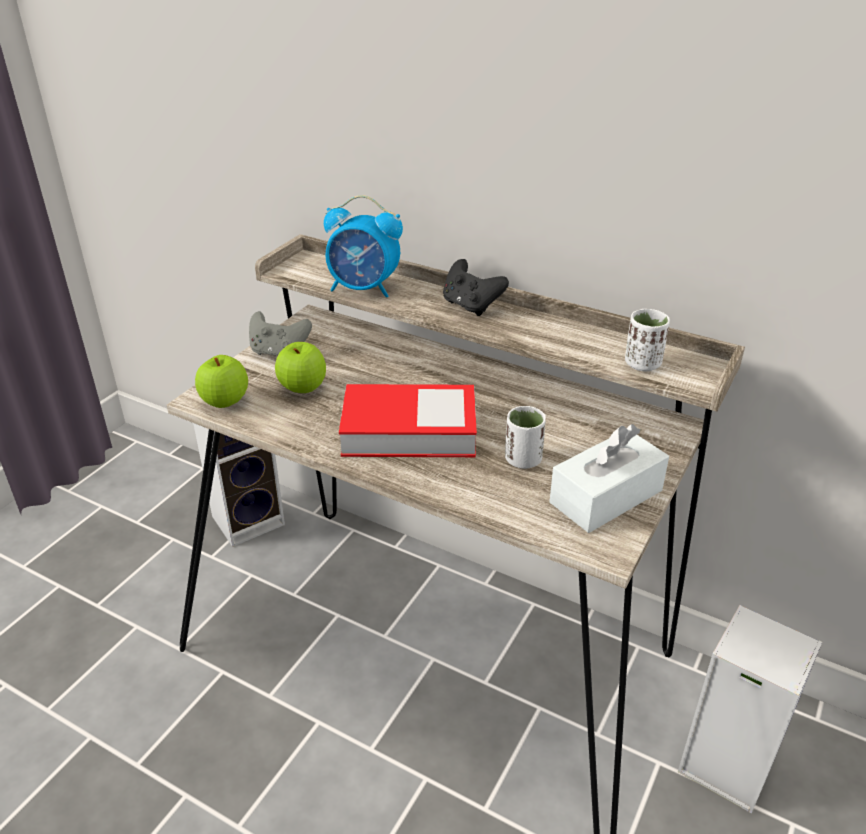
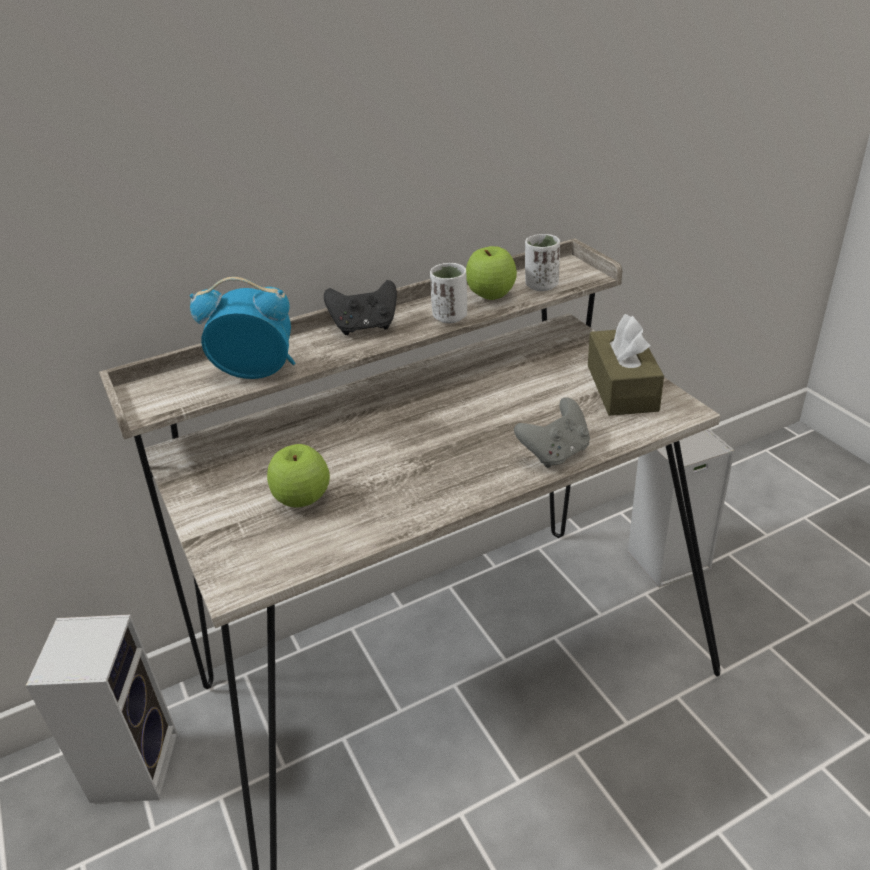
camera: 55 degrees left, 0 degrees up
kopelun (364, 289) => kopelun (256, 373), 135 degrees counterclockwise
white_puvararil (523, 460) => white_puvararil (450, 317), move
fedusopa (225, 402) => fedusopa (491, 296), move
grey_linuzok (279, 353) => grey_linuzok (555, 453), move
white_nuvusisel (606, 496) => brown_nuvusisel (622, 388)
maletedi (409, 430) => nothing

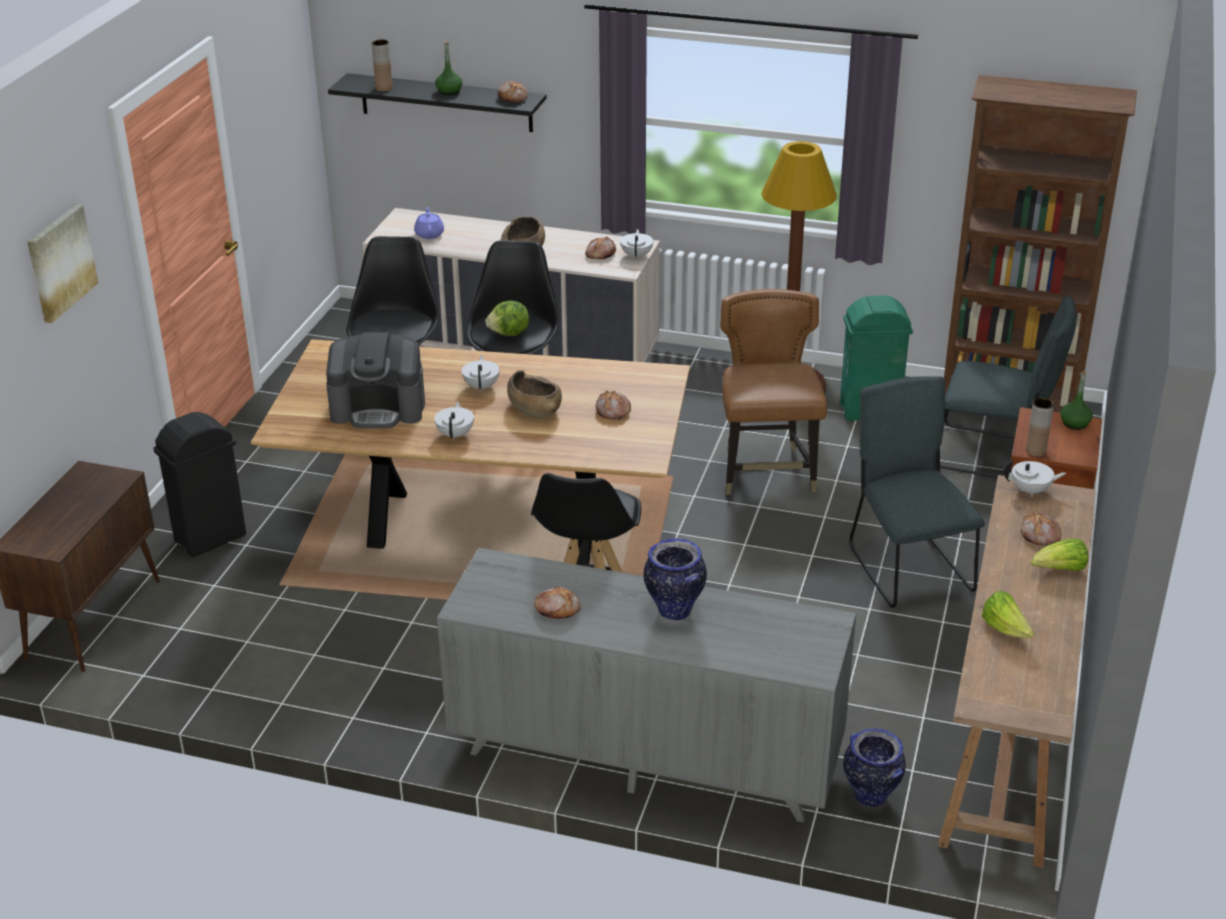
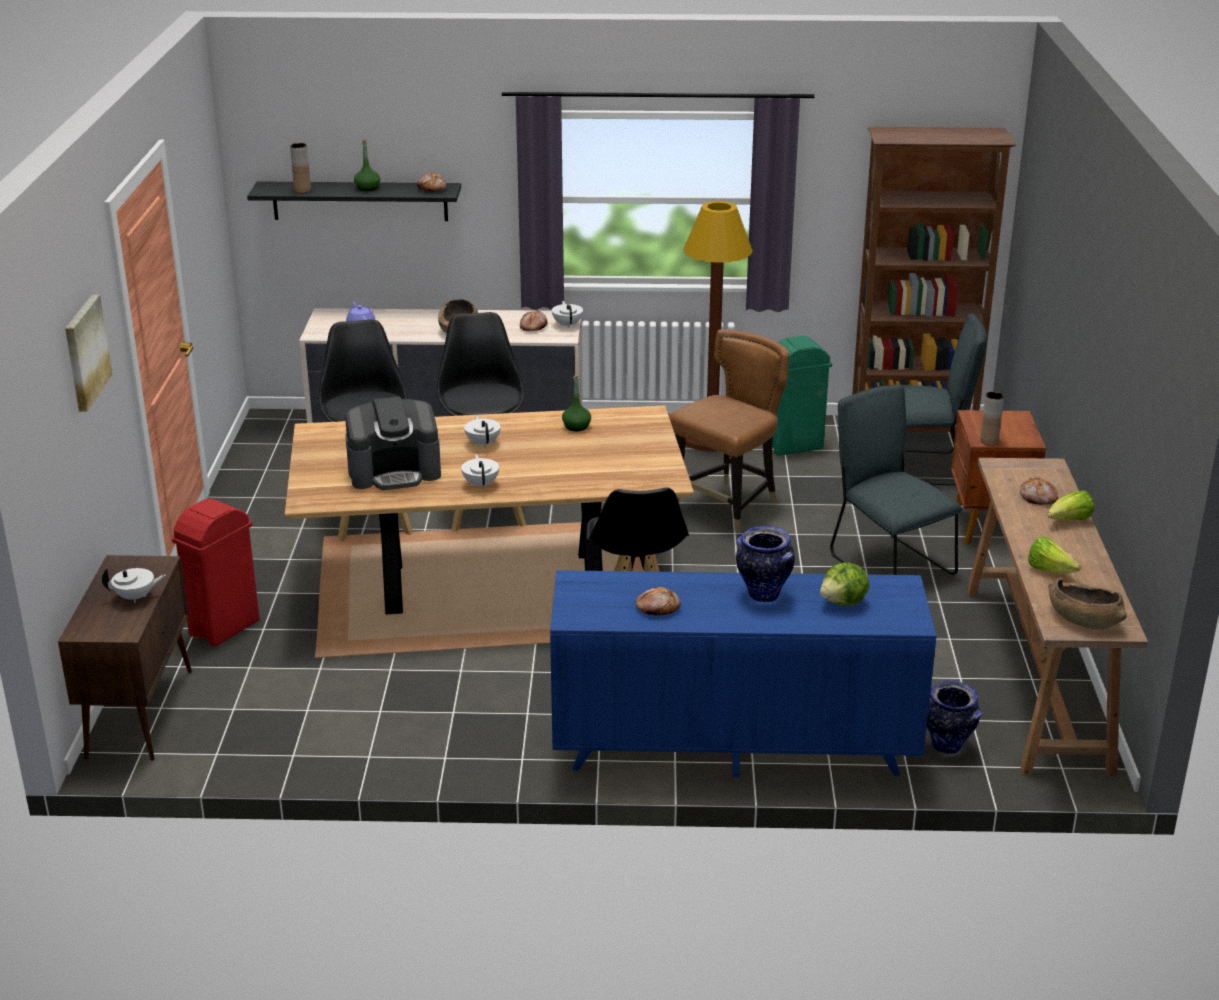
camera: 15 degrees left, 5 degrees down
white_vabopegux (1031, 491) => white_vabopegux (136, 597), move
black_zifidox (211, 538) => red_zifidox (225, 627)
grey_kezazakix (644, 754) => blue_kezazakix (733, 745)
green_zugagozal (1074, 423) => green_zugagozal (576, 426), move
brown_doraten (766, 472) => brown_doraten (727, 505), 60 degrees clockwise
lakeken (509, 334) => lakeken (844, 602), move
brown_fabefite (534, 408) => brown_fabefite (1083, 618), move
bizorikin (612, 411) => nothing

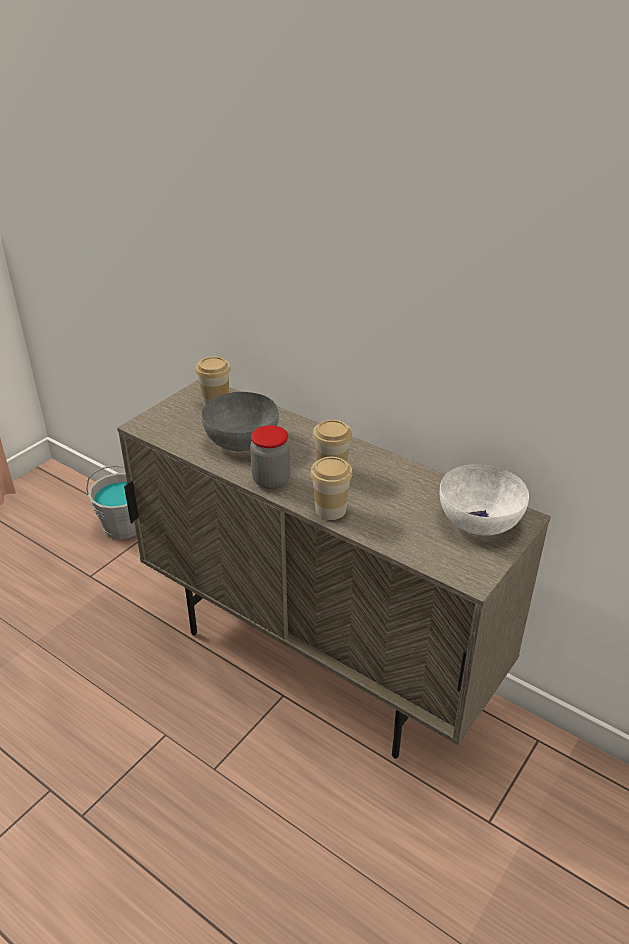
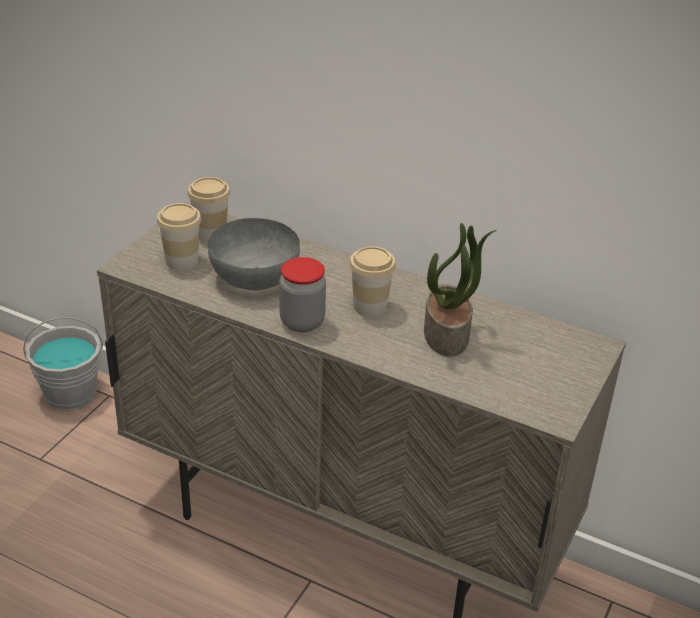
camera: 10 degrees left, 0 degrees up
puvararil (330, 510) => puvararil (182, 261), move
nothing => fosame (447, 334)
white_fabefite (478, 520) => nothing

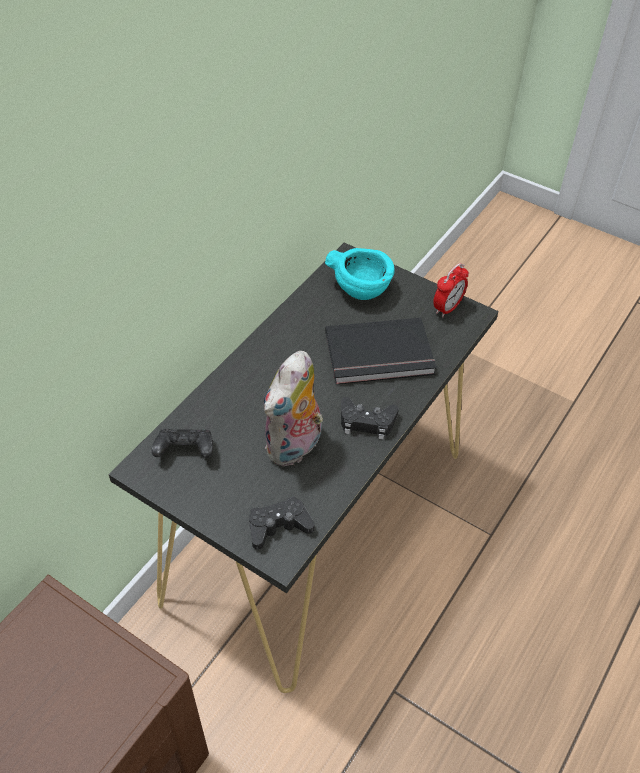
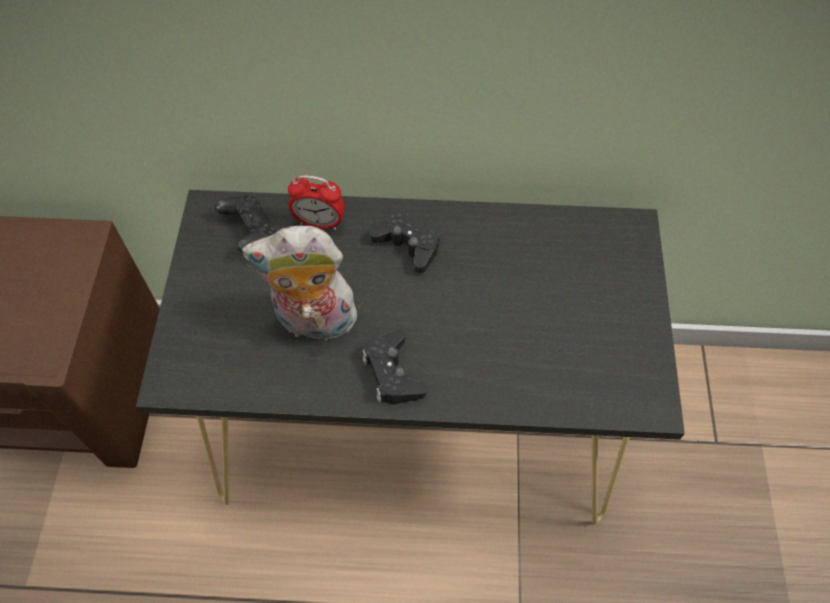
camera: 60 degrees right, 10 degrees up
kopelun (447, 308) => kopelun (319, 223), move
black_linuzok (278, 526) => black_linuzok (407, 245), move
turquoise_fabefite (362, 288) => nothing
black_maletedi (380, 356) => nothing

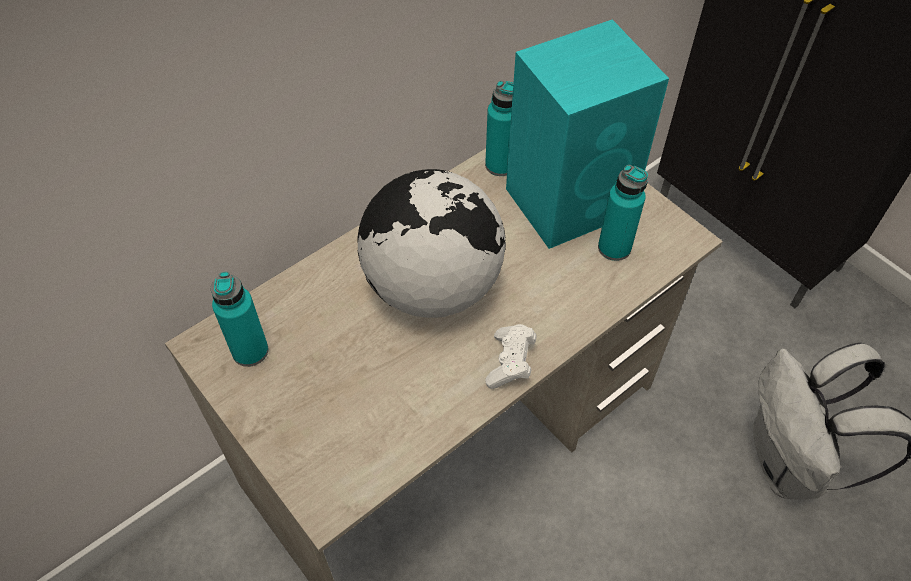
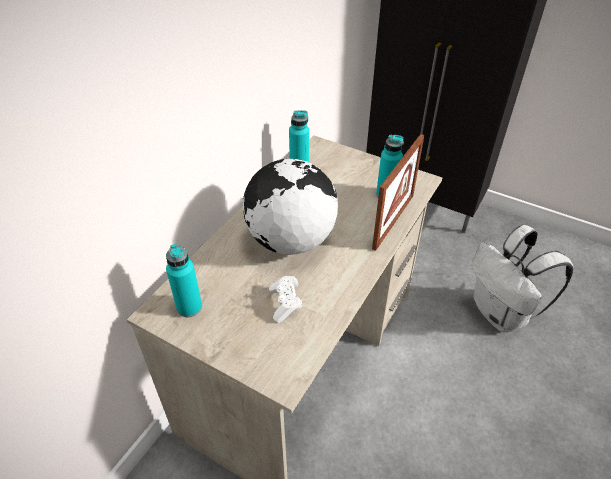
camera: 20 degrees left, 10 degrees down
white_linuzok (510, 363) => white_linuzok (285, 304), move
nothing => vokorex (393, 221)
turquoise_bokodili (571, 200) => nothing

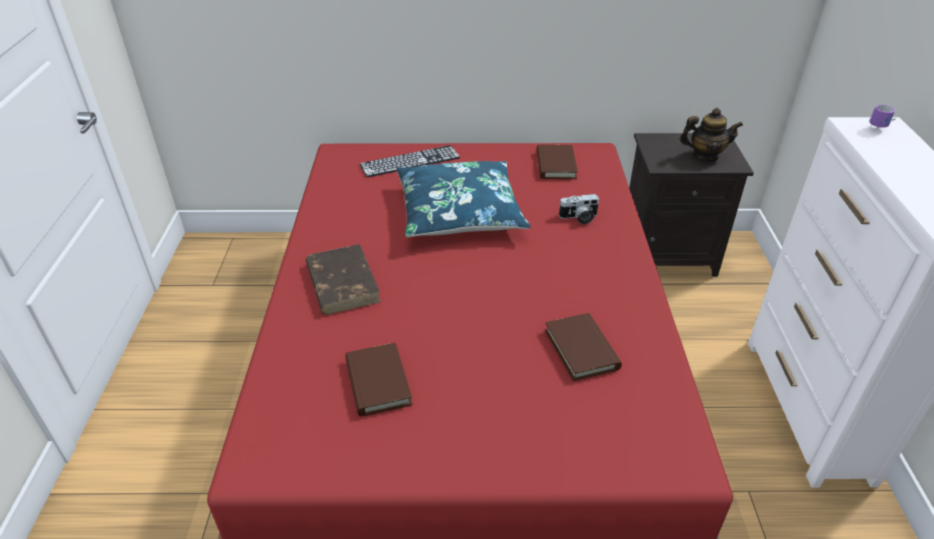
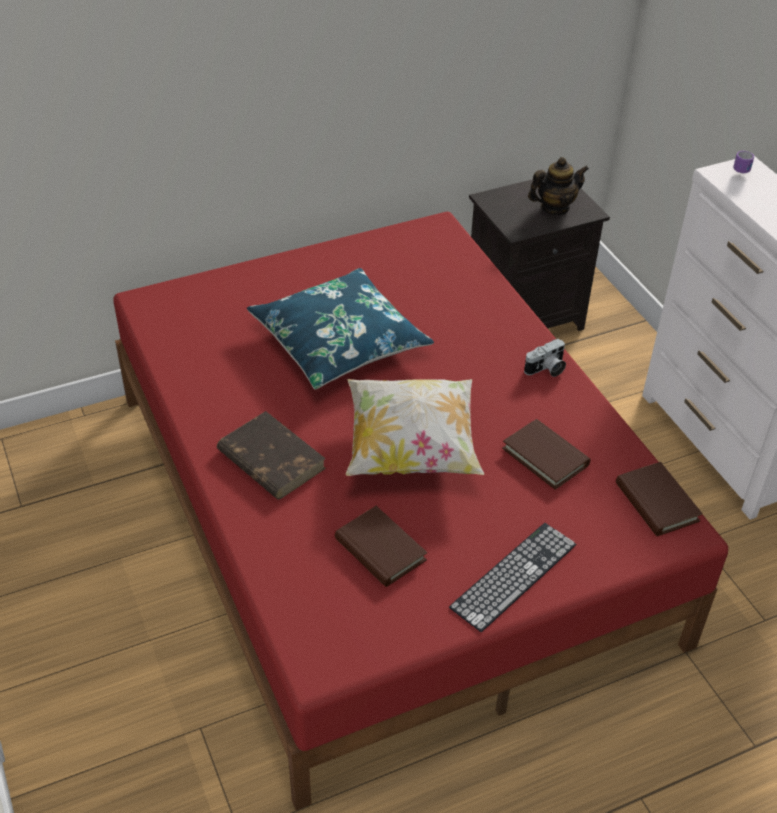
camera: 25 degrees left, 5 degrees up
nothing => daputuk (411, 449)
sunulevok (410, 161) => sunulevok (514, 575), move
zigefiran (579, 218) => zigefiran (546, 369), move
brown_maletedi (556, 165) => brown_maletedi (656, 502), move

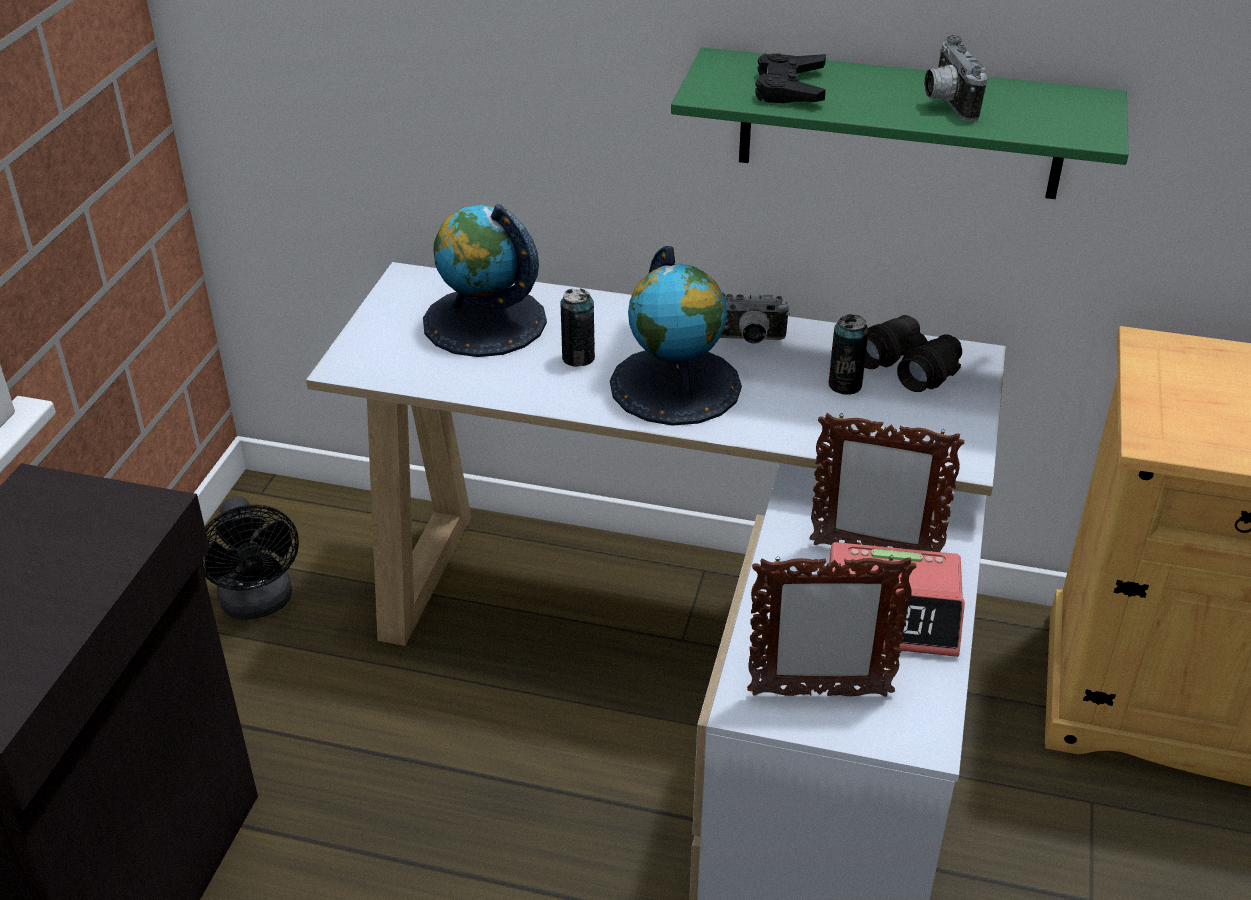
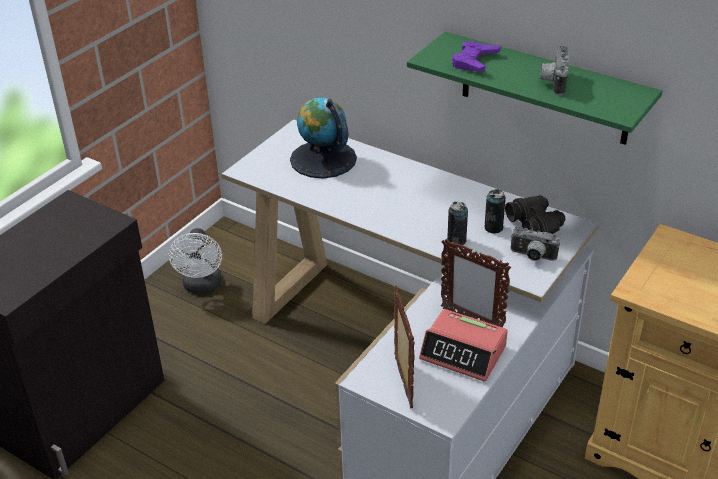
camera: 20 degrees right, 0 degrees up
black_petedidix (259, 604) => white_petedidix (202, 287)
vokorex (818, 694) => vokorex (402, 383), 120 degrees counterclockwise
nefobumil (578, 358) => nefobumil (456, 240), move
black_linuzok (789, 87) => purple_linuzok (474, 61)
zigefiran (747, 340) => zigefiran (532, 257), move
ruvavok (676, 385) => nothing

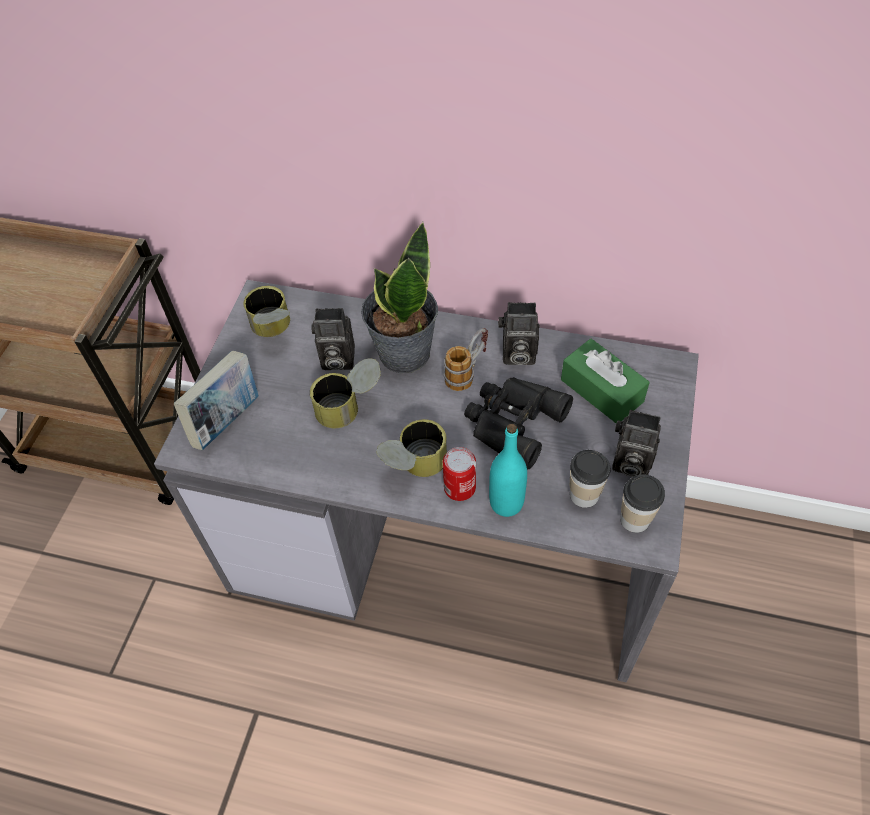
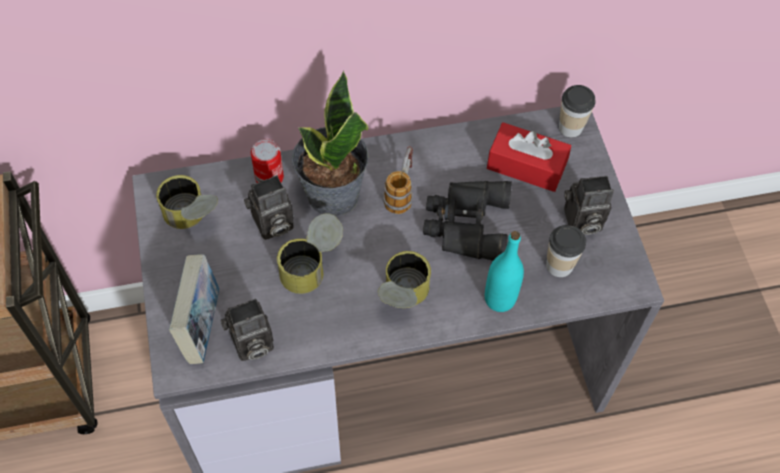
camera: 30 degrees left, 5 degrees up
zigefiran (516, 354) => zigefiran (250, 345), move
nefobumil (459, 487) => nefobumil (269, 177), move
green_nuvusisel (601, 390) => red_nuvusisel (526, 166)
puvararil (635, 519) => puvararil (570, 127), move

